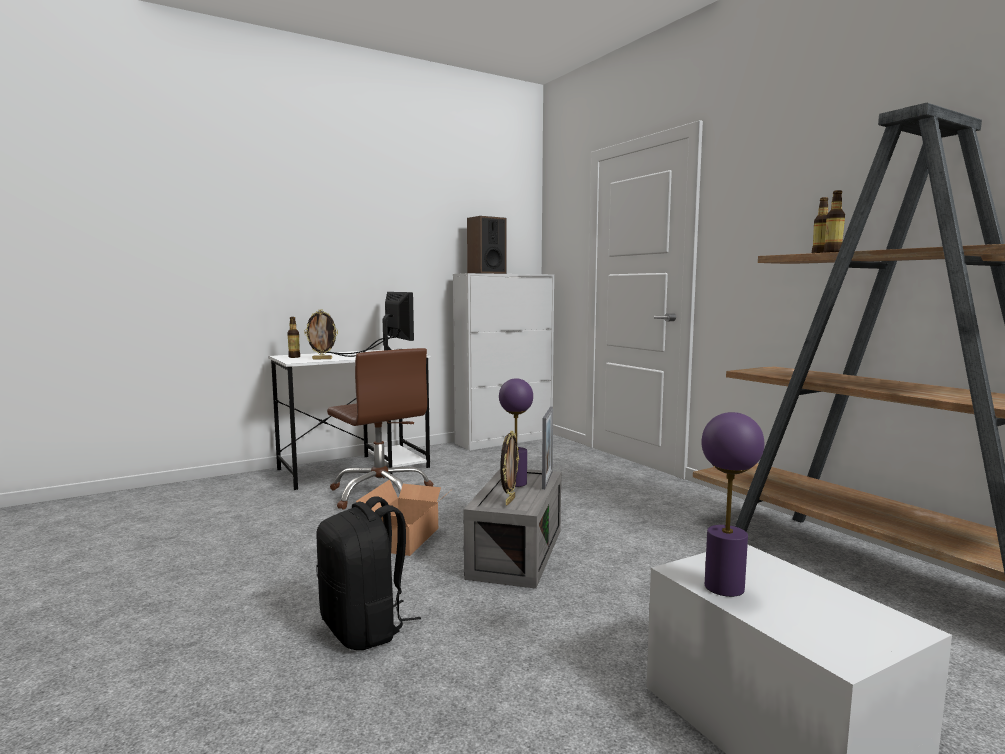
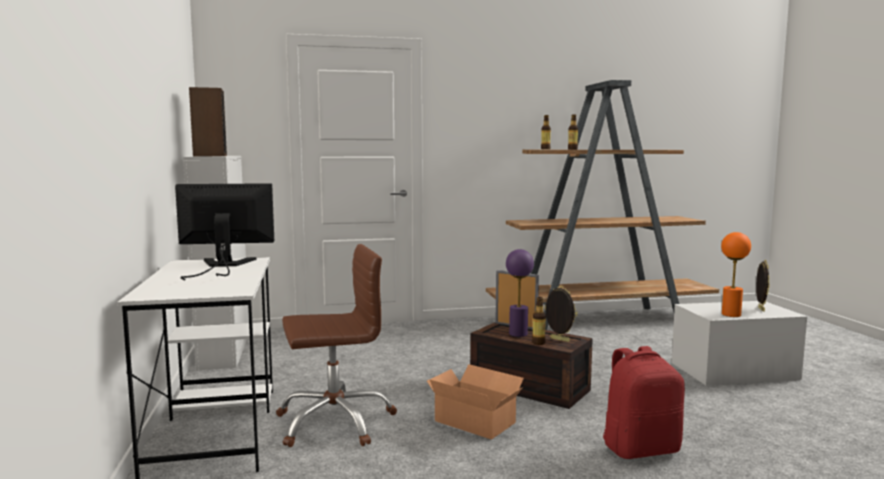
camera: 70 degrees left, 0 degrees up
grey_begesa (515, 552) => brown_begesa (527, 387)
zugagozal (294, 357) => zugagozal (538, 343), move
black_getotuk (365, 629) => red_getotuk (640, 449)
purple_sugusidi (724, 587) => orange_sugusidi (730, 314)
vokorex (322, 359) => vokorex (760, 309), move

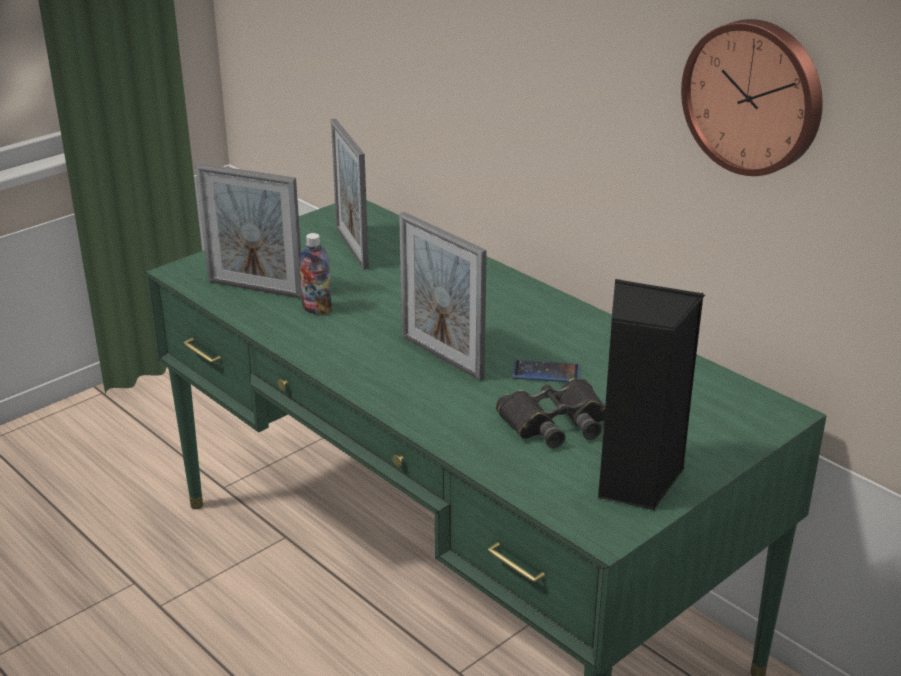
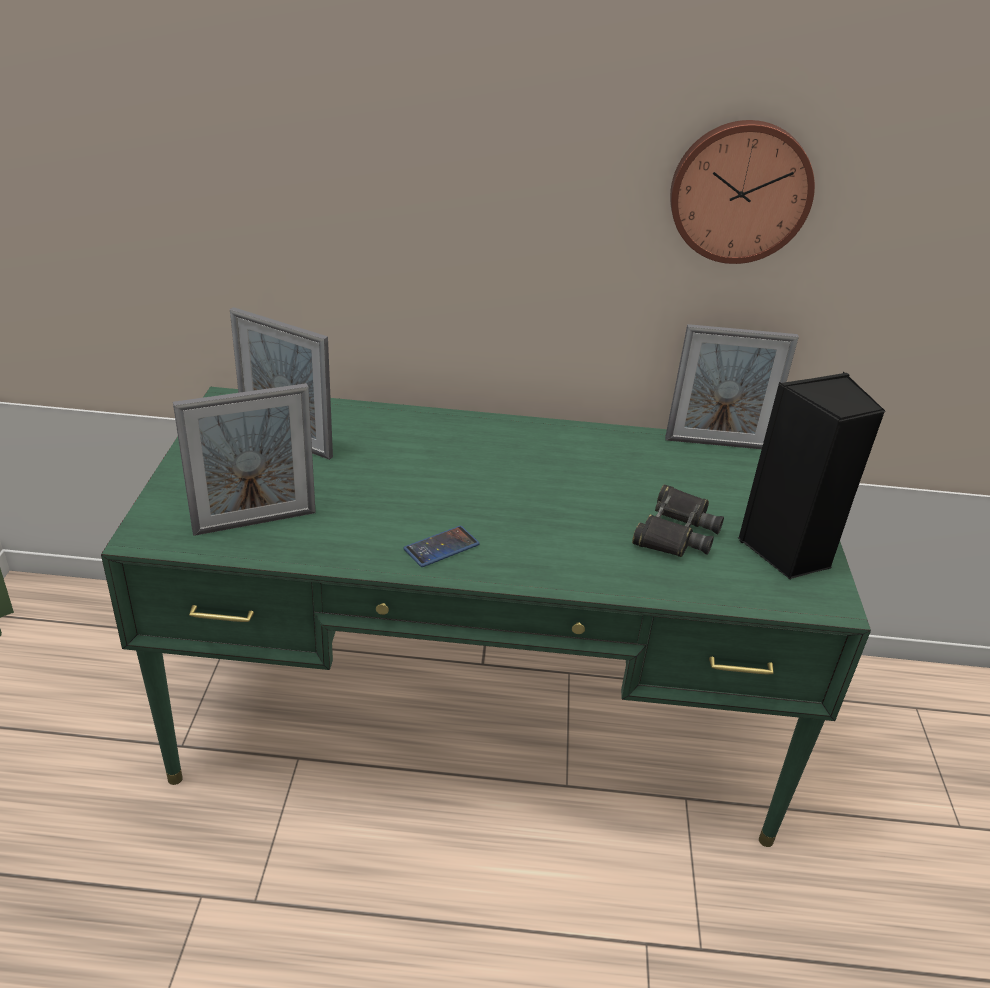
camera: 45 degrees left, 5 degrees up
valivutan (546, 372) => valivutan (441, 547), move
vokorex (441, 357) => vokorex (716, 443), move
zugagozal (317, 309) => nothing

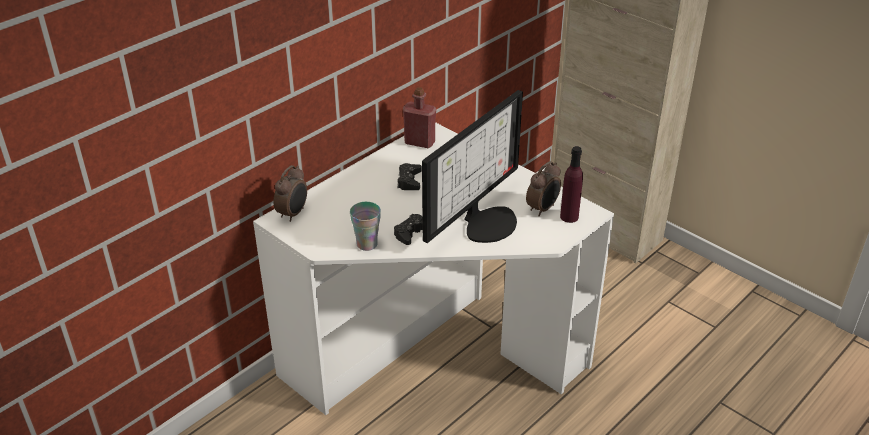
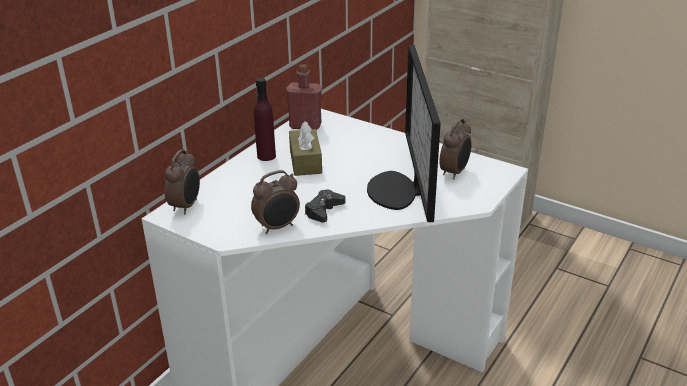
camera: 10 degrees left, 5 degrees down
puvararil (367, 244) => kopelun (277, 227)
purple_zugagozal (569, 217) => purple_zugagozal (266, 156), move
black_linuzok (409, 181) => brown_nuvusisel (305, 161)
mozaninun (486, 222) => mozaninun (400, 191), 150 degrees clockwise

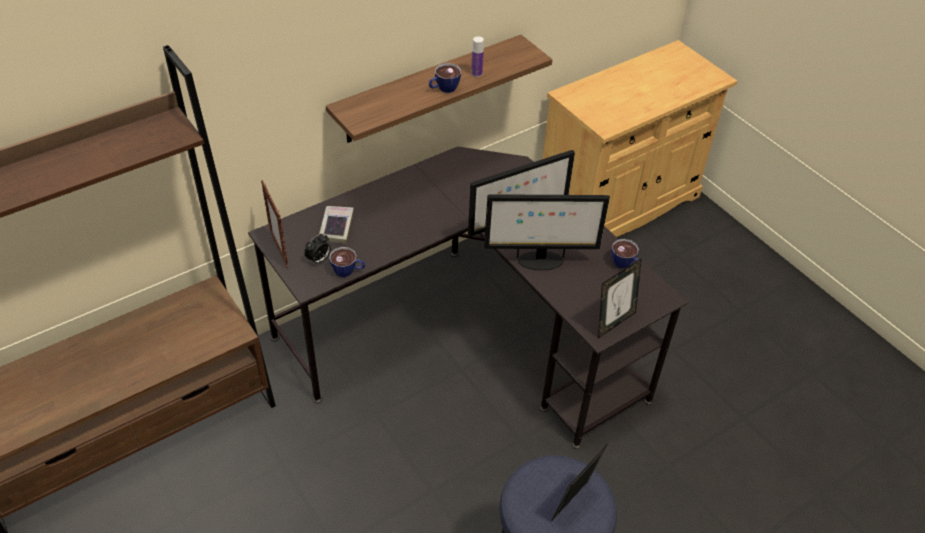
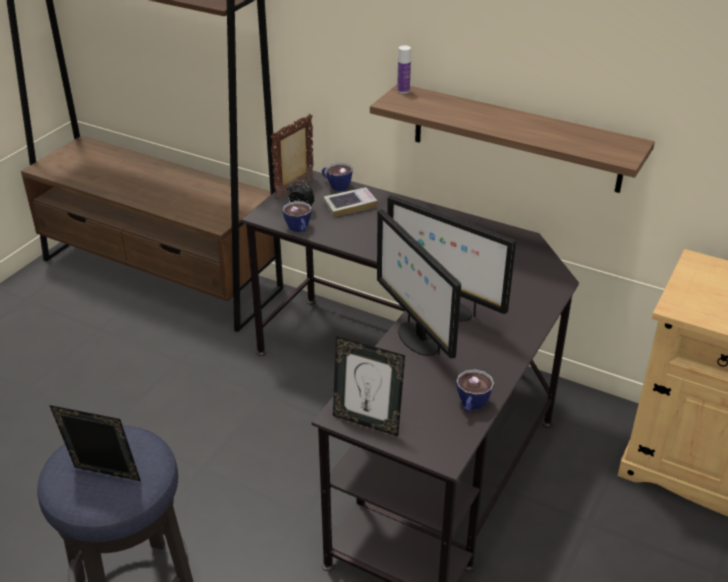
camera: 65 degrees right, 10 degrees down
puvararil (443, 89) => puvararil (336, 185), move
zugagozal (476, 74) => zugagozal (403, 90), move

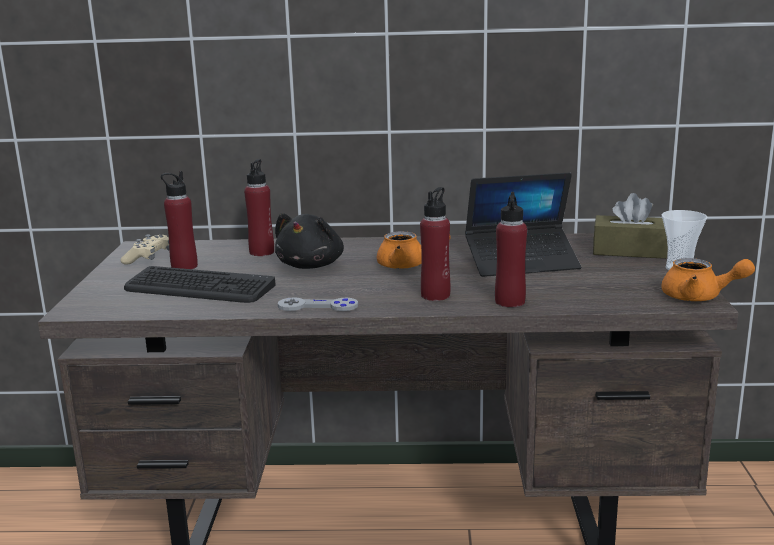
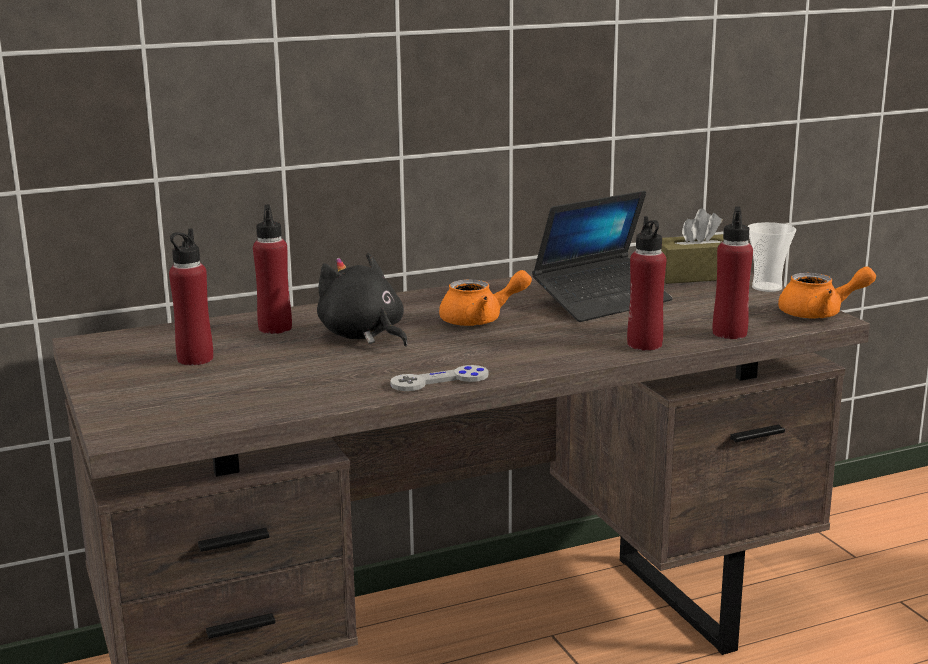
camera: 25 degrees left, 0 degrees up
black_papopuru (311, 265) => black_papopuru (363, 336), 150 degrees clockwise
red_zugagozal (435, 295) => red_zugagozal (729, 333), move
beige_linuzok (148, 258) => nothing
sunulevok (199, 287) => nothing

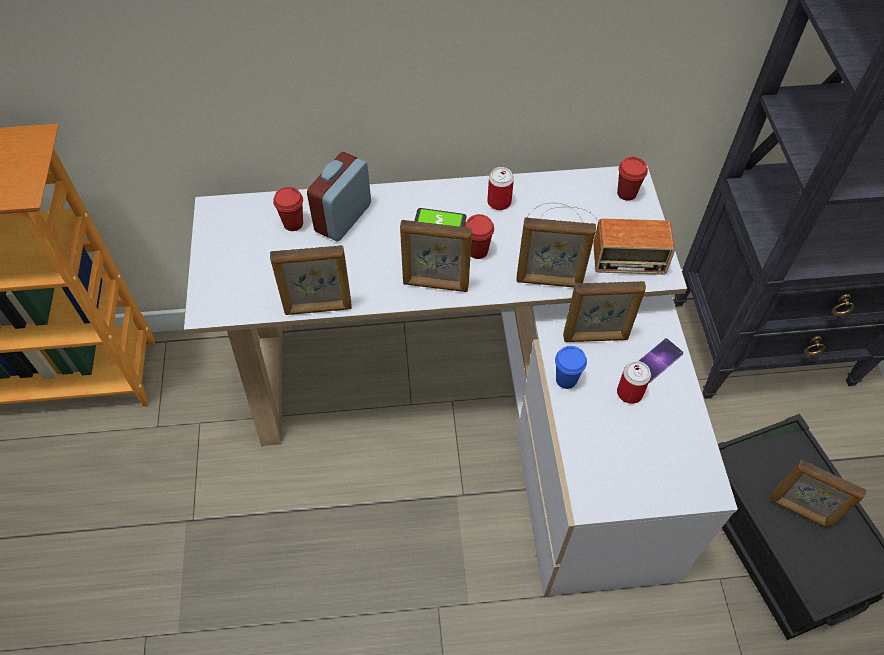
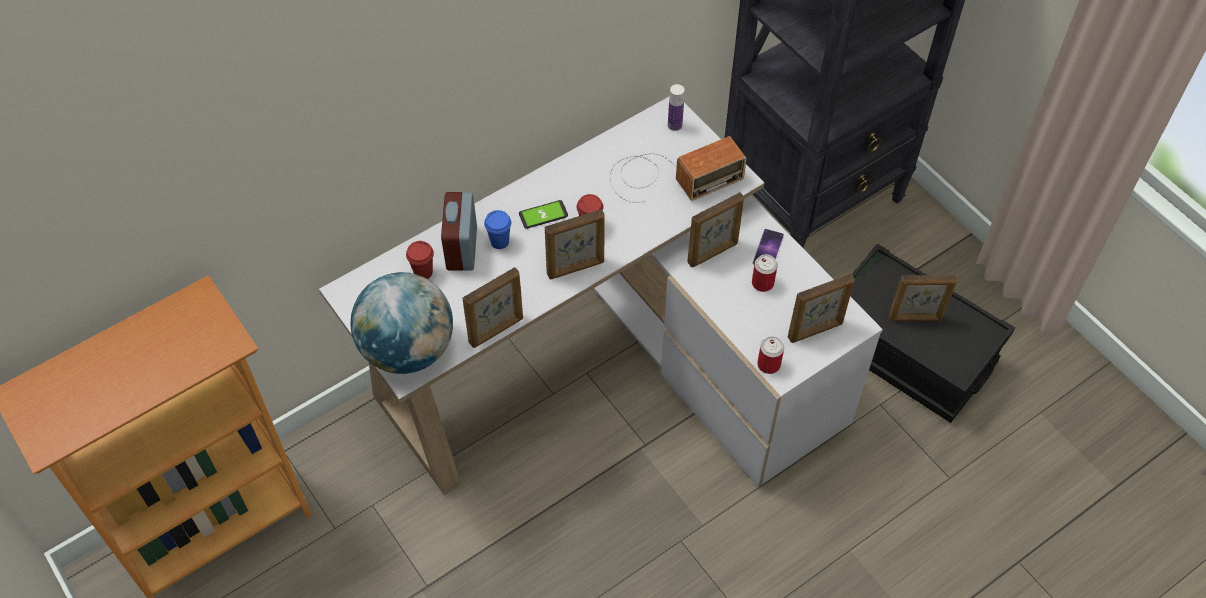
camera: 30 degrees left, 0 degrees up
nothing => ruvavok (408, 349)
blue_puvararil (566, 379) => blue_puvararil (499, 242), move
red_puvararil (626, 193) => zugagozal (674, 125)
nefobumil (499, 202) => nefobumil (768, 364), move
vokorex (549, 282) => vokorex (815, 331), move

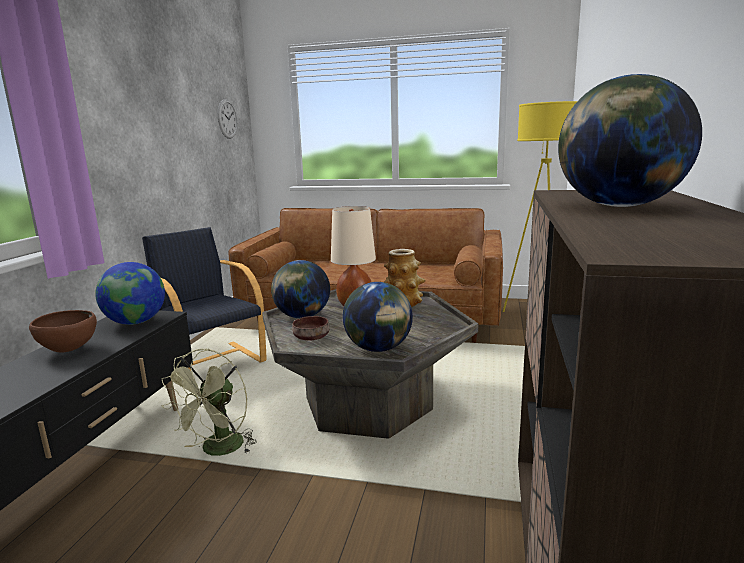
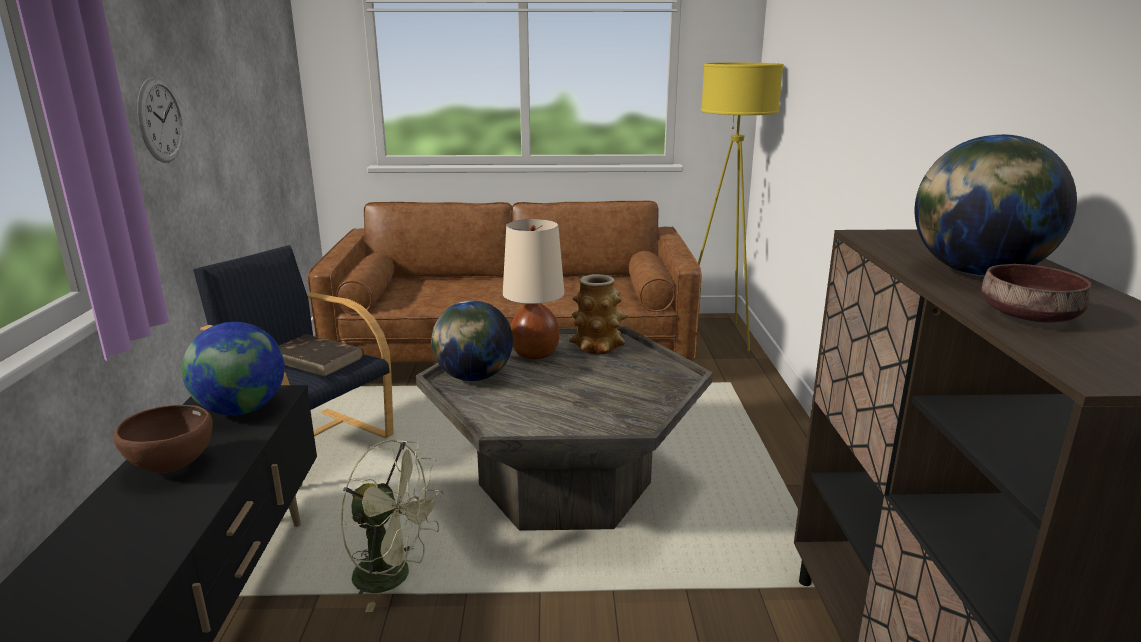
camera: 15 degrees left, 5 degrees up
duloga (227, 119) => duloga (160, 120), move
nothing => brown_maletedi (318, 359)
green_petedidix (218, 450) => green_petedidix (394, 576), 75 degrees counterclockwise
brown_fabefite (311, 338) => brown_fabefite (1030, 317), move
ruvavok (378, 348) => nothing

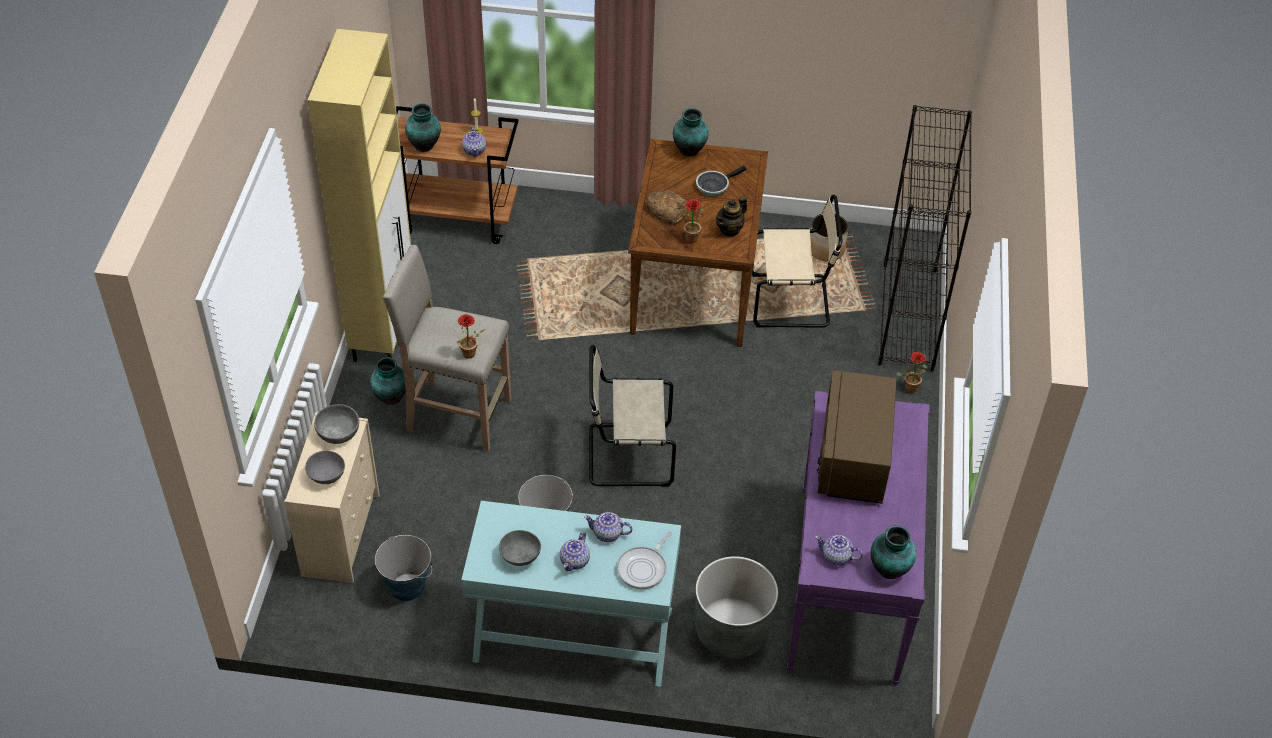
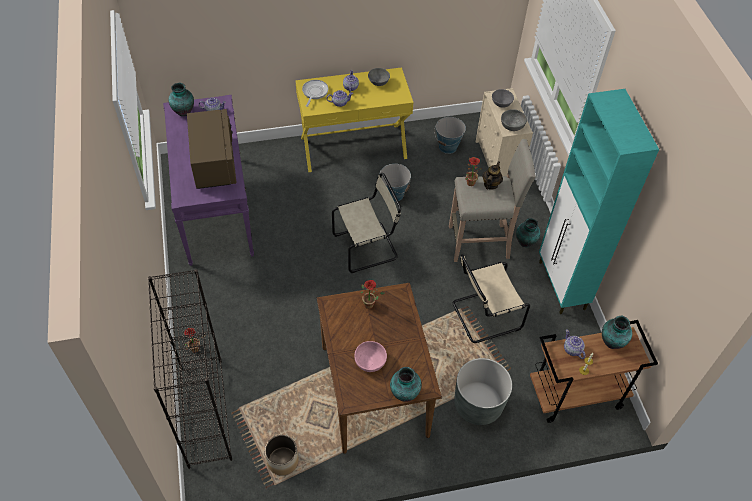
camera: 160 degrees right, 5 degrees up
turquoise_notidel (573, 635) => yellow_notidel (353, 147)
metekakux (714, 185) => pink_fabefite (370, 361)
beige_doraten (793, 301) => beige_doraten (484, 316), move
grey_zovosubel (732, 631) => grey_zovosubel (478, 404), move
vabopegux (730, 230) => vabopegux (490, 184), move
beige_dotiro (384, 329) => turquoise_dotiro (562, 286)
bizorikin (667, 210) => nothing

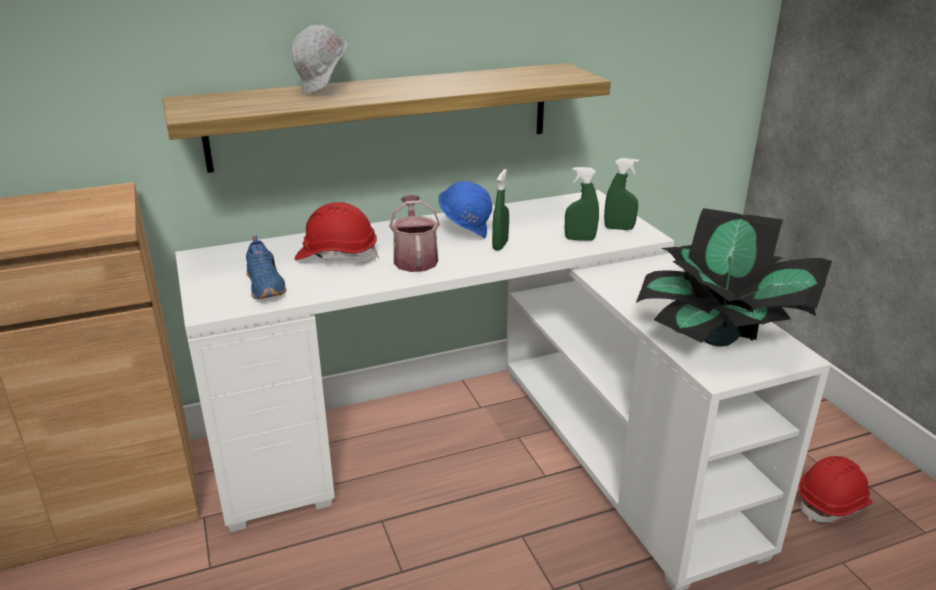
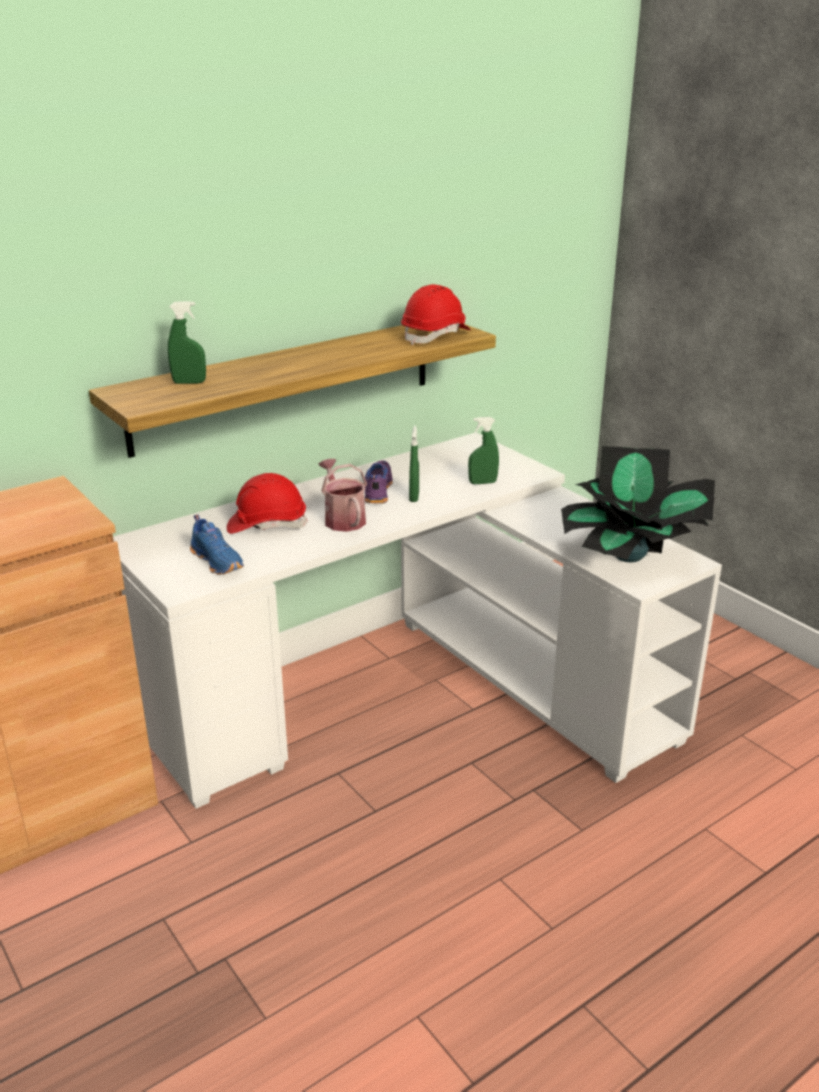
camera: 15 degrees left, 0 degrees up
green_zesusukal (619, 228) => green_zesusukal (189, 382), move
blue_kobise (465, 234) => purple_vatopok (376, 490)
red_kobise (832, 503) => red_kobise (436, 336), move
white_kobise (324, 90) => nothing

